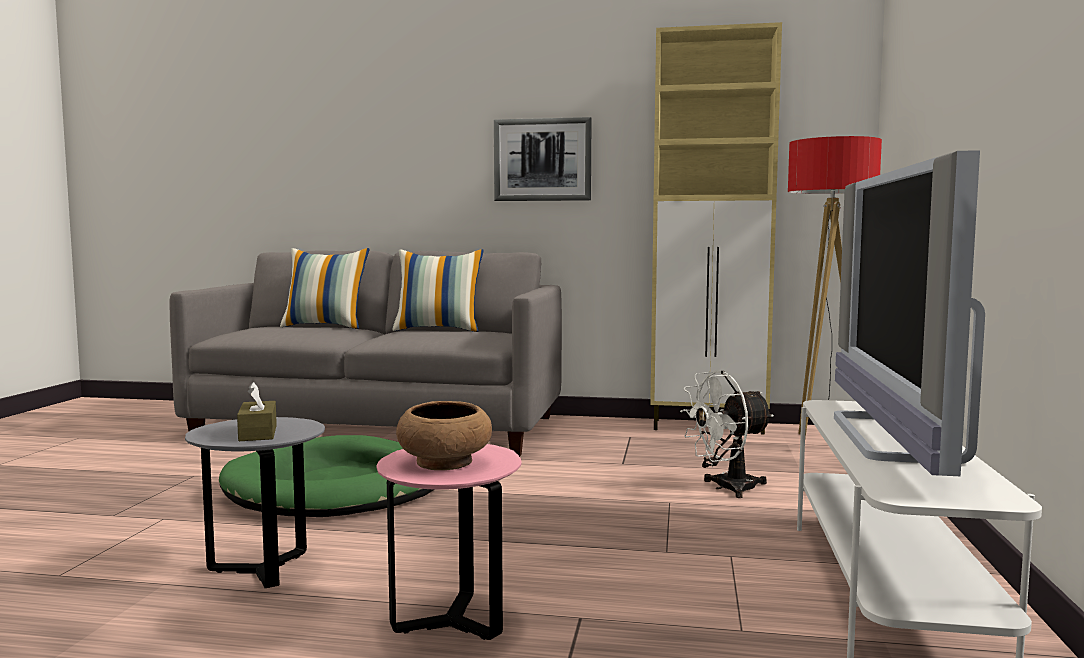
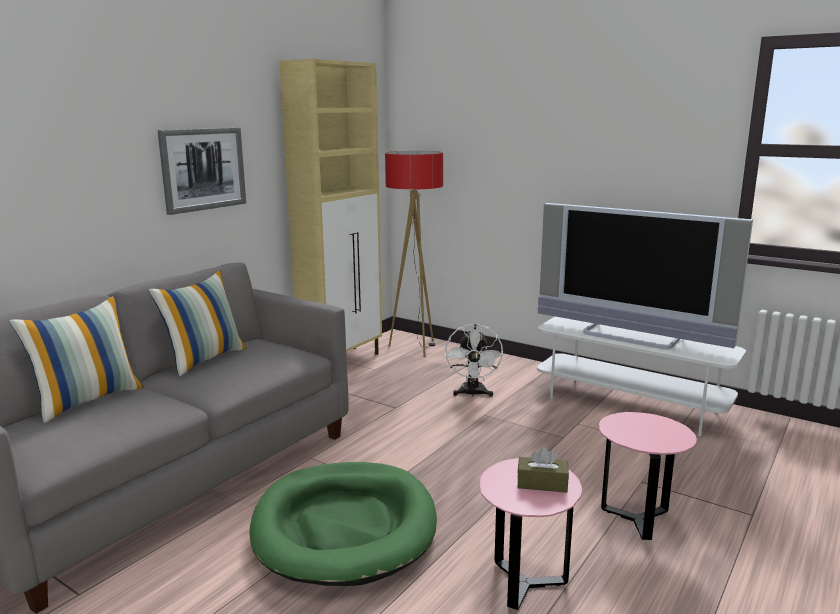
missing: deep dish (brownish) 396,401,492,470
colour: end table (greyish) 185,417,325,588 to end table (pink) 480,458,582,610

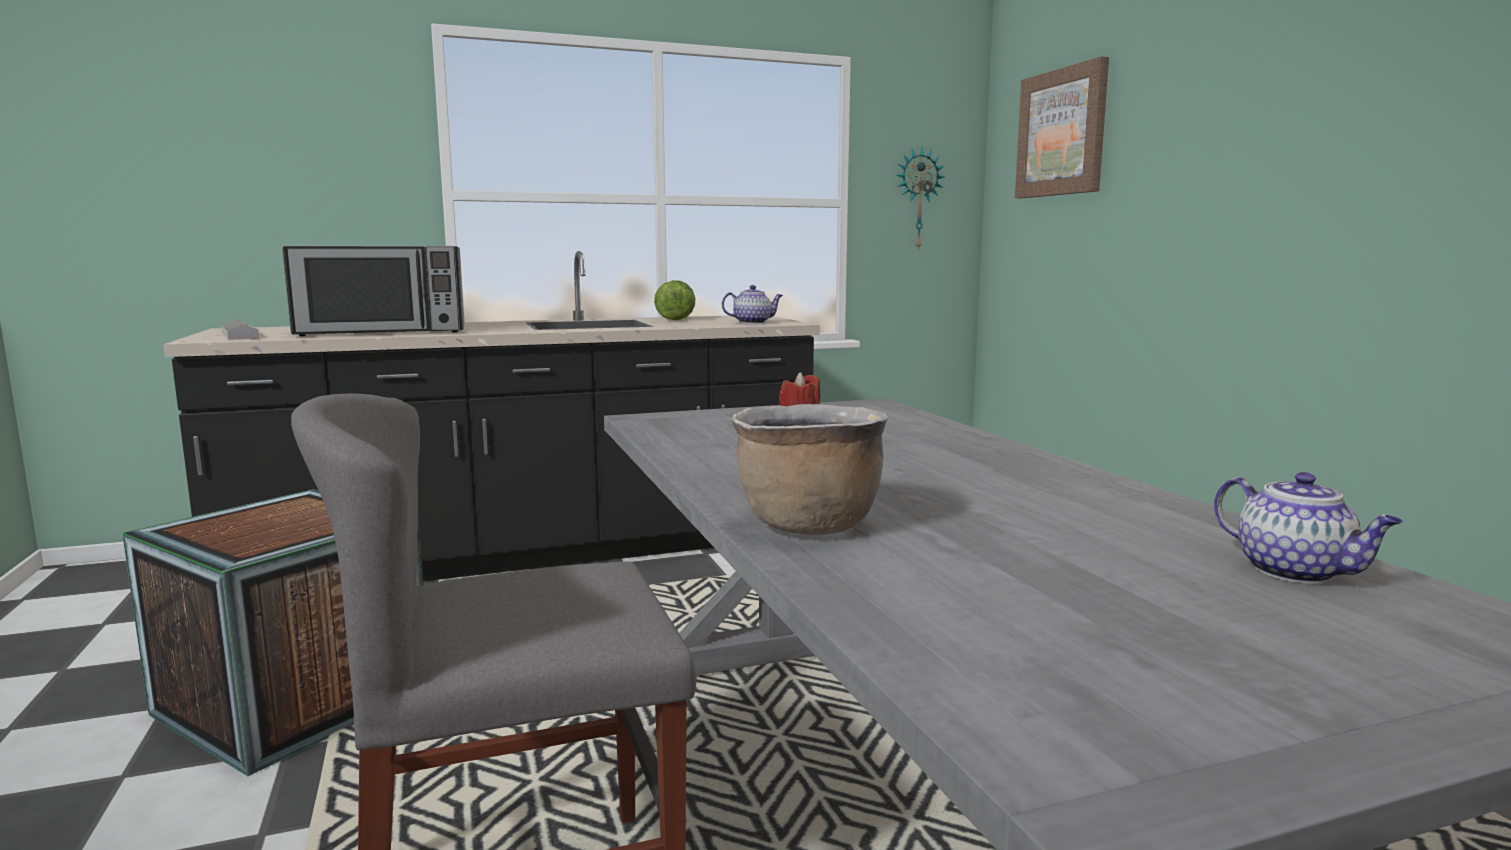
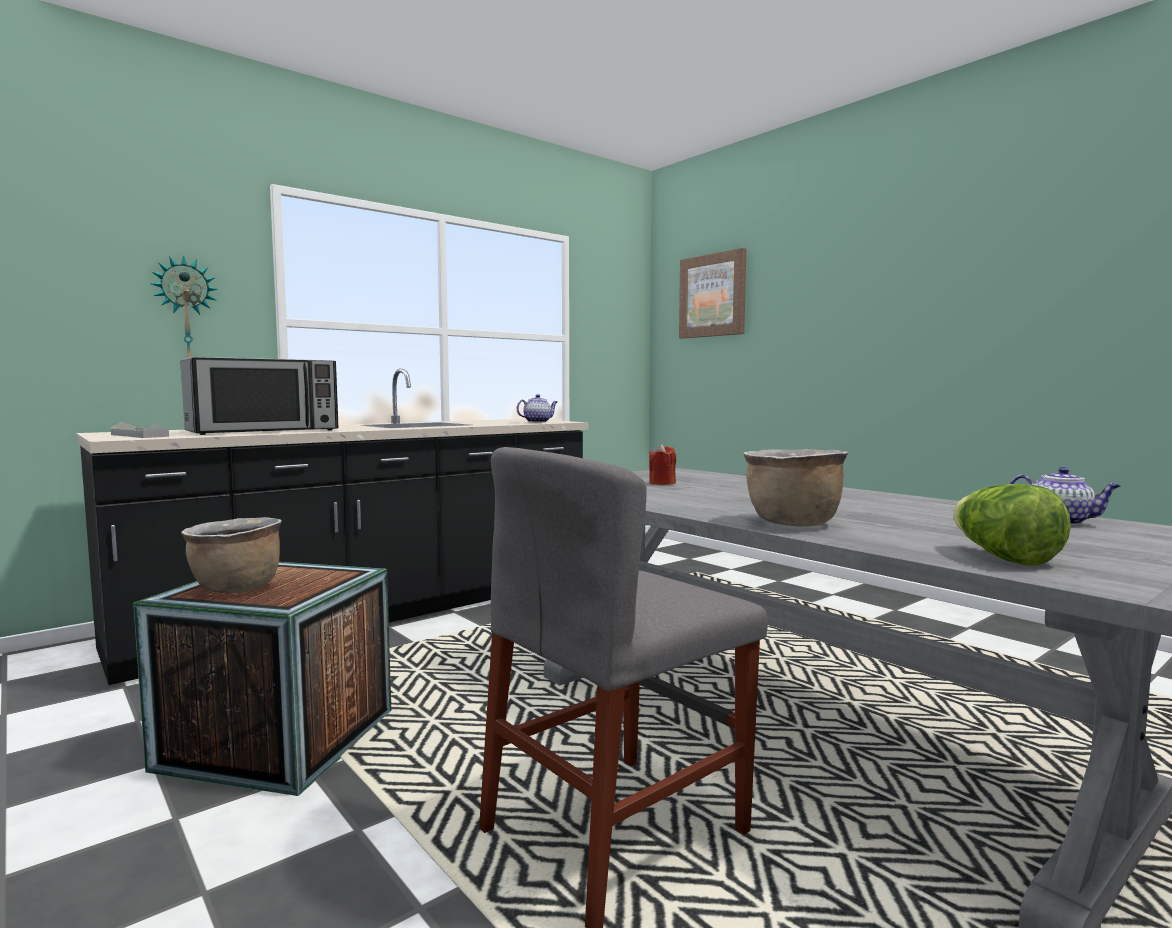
appeared: cooking pot (brownish) 181,517,282,593
relocated: wall clock 896,147,945,251 to 150,255,218,358; lettuce 654,280,695,320 to 953,484,1071,566

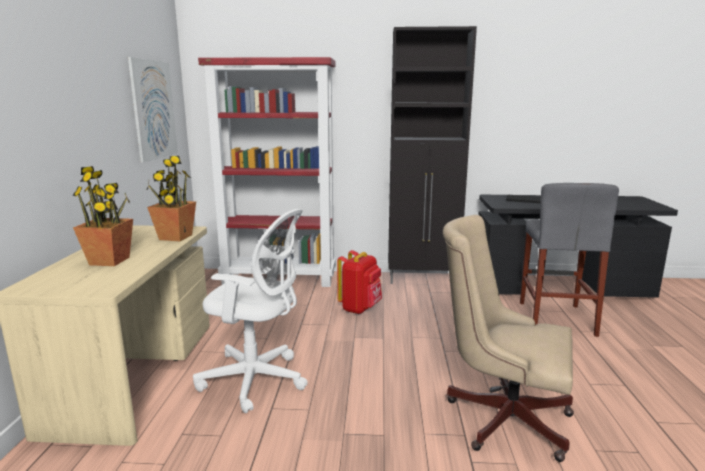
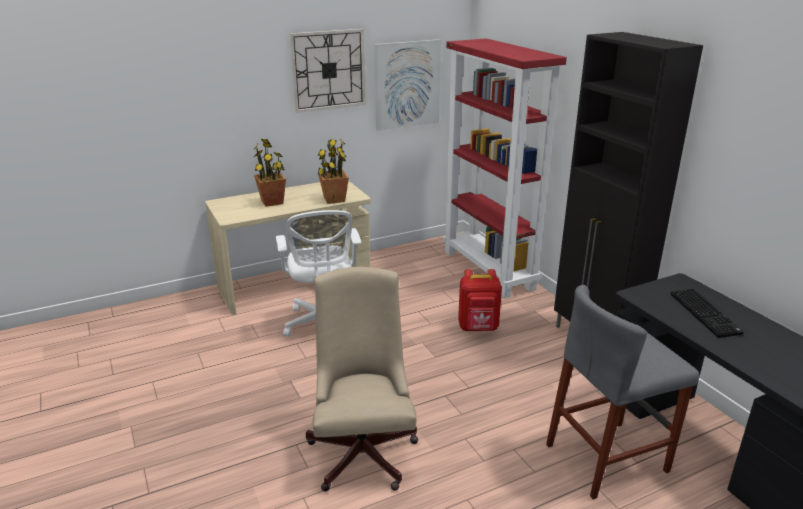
appeared: wall clock 290,29,365,113

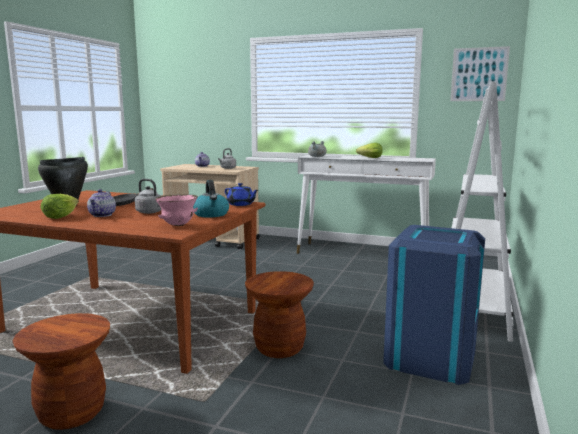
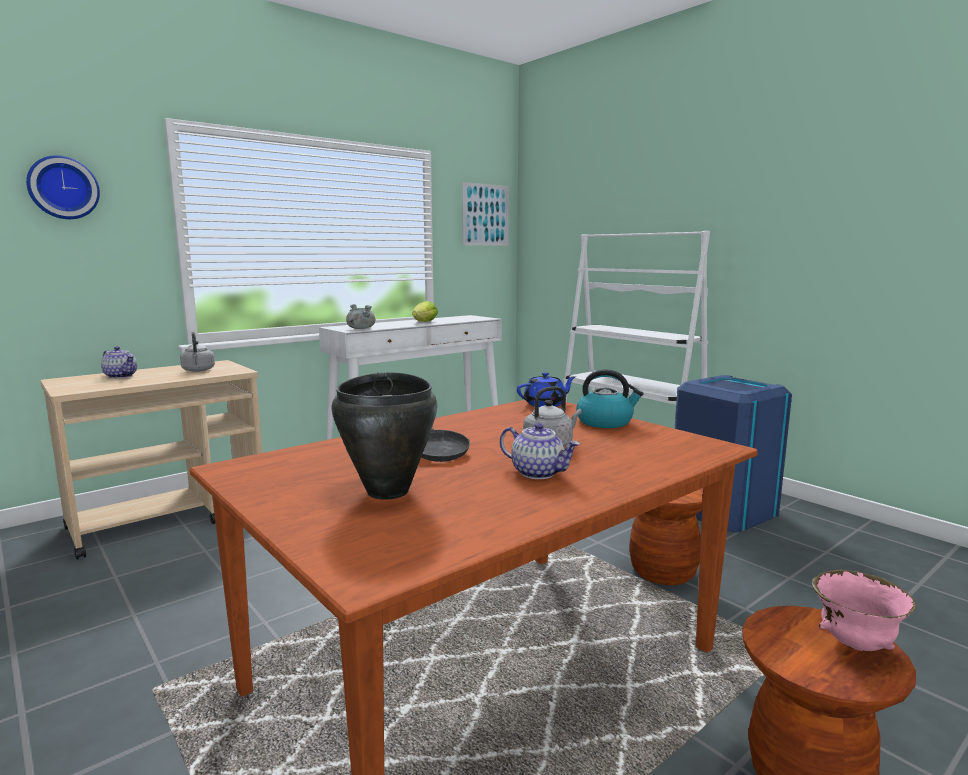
missing: lettuce 41,194,79,219
appeared: wall clock 26,155,100,219
relocated: deep dish (pink) 155,194,198,226 to 812,570,916,651

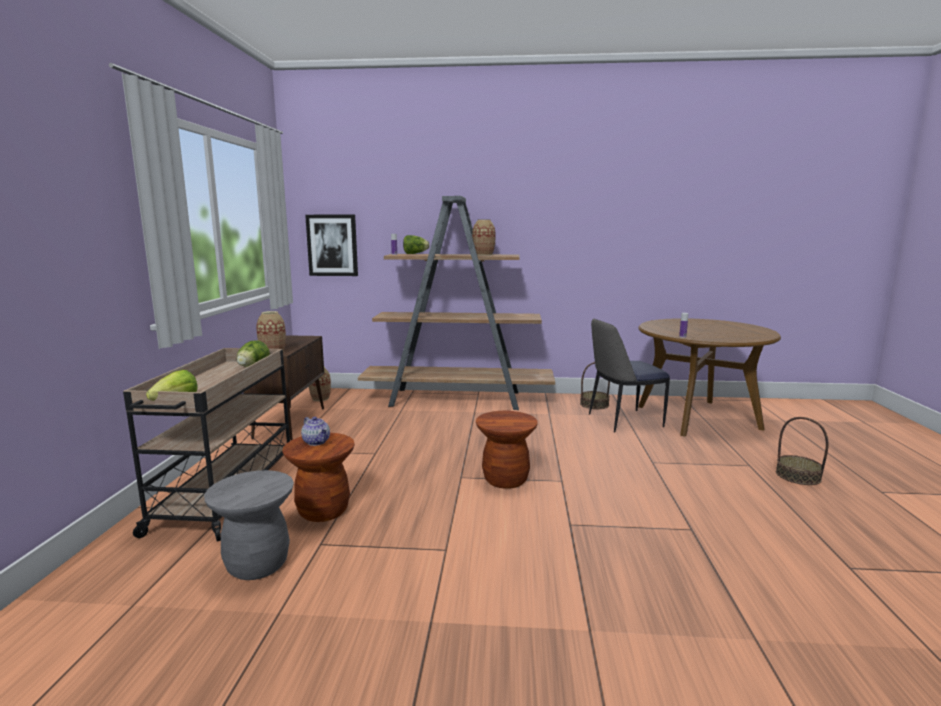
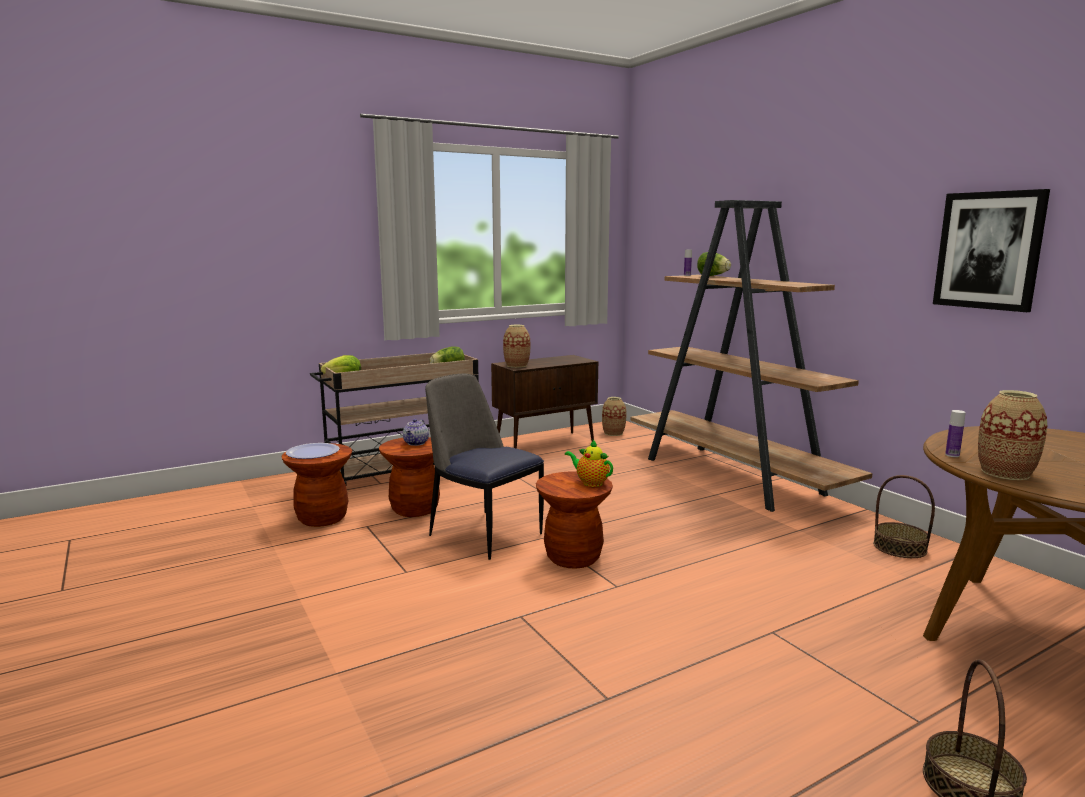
appeared: plate 286,443,340,459; pot for tea 565,440,613,487
relocated: plain chair 589,318,670,432 to 425,374,544,560; wall art 305,215,358,276 to 933,189,1050,312; vase 472,219,496,255 to 978,390,1047,480
colour: stool seat (greyish) 204,470,294,580 to stool seat (brownish) 282,443,352,527

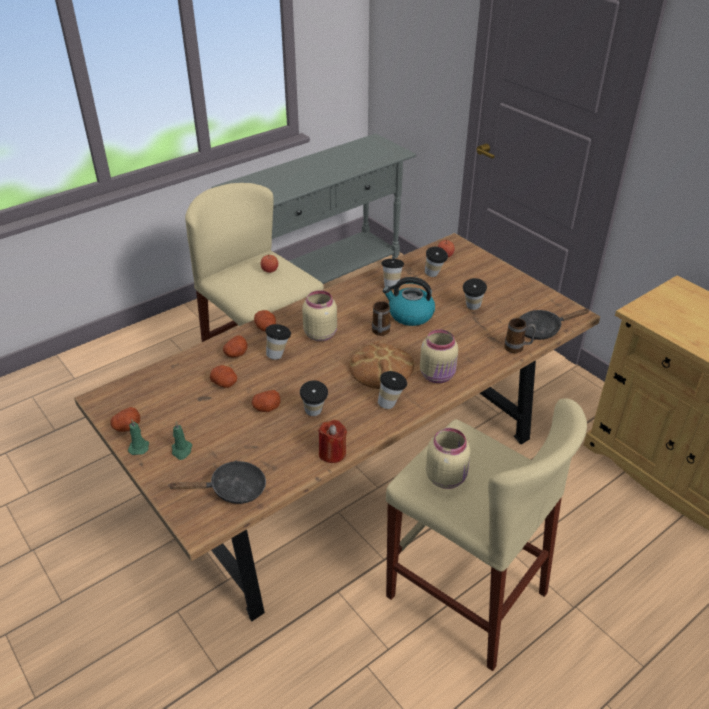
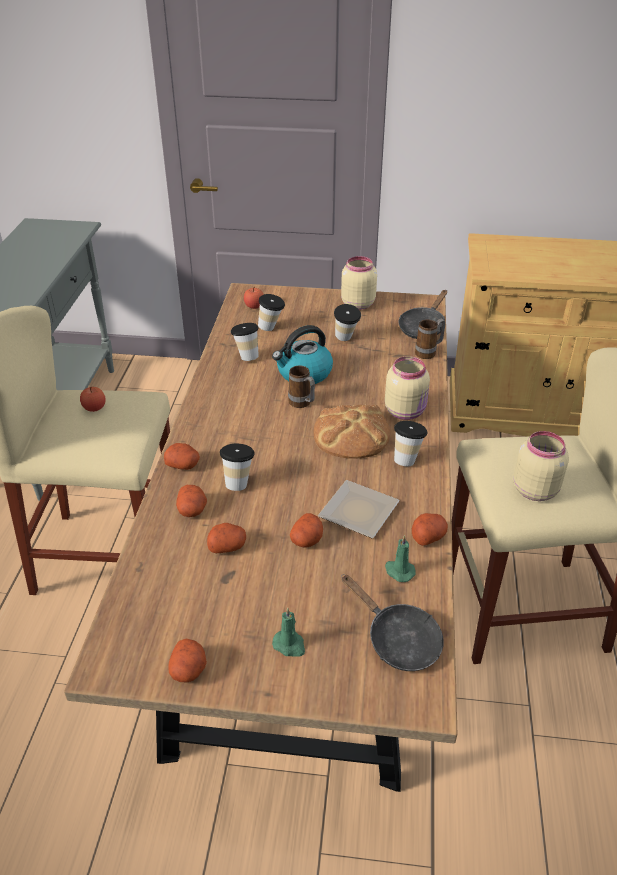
relocated: preserve jar (sand-coloured) 302,290,337,341 to 341,256,377,310; wax light (greenish) 128,420,149,455 to 385,535,416,582
exchanged: small cup 300,380,328,416 to plate 318,480,400,538; wax light (red) 318,420,347,463 to potato 412,513,448,546
spun: skillet (black-coloured) 168,461,266,504 = 341,574,444,671 105 degrees clockwise

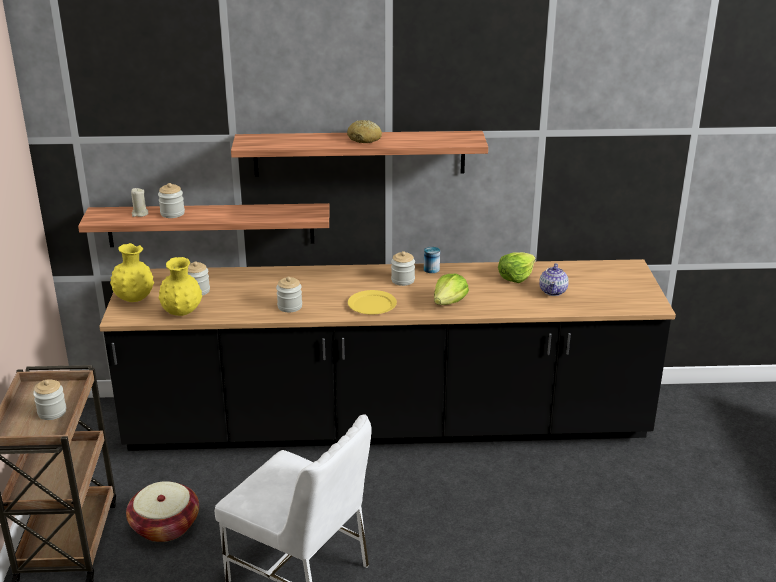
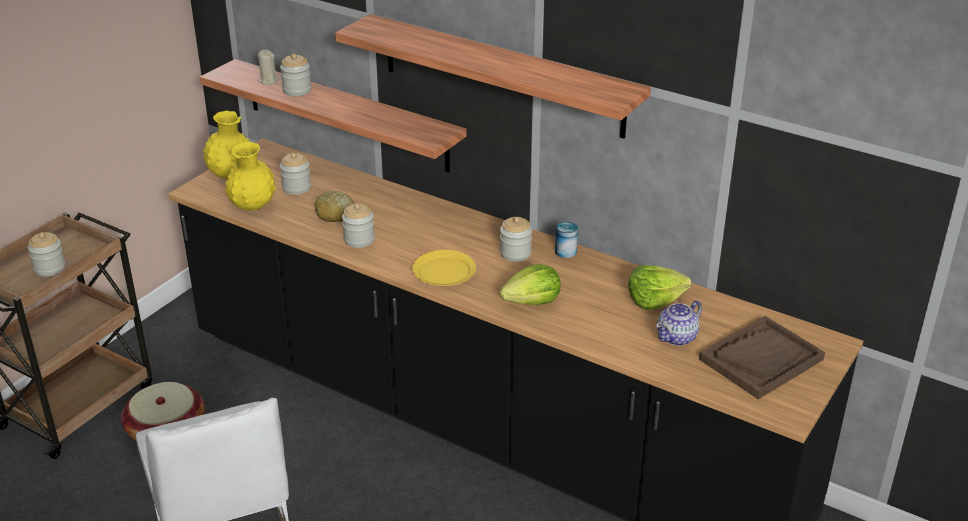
appeared: carrying tray (brownish) 699,316,825,399
relocated: bakery bread 347,120,382,143 to 315,191,354,222

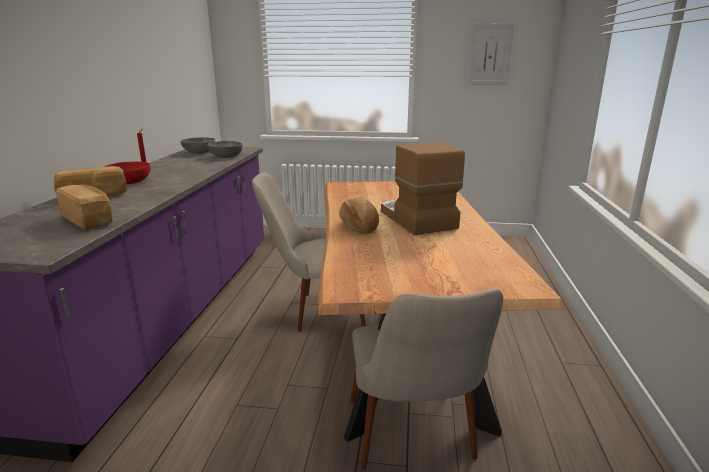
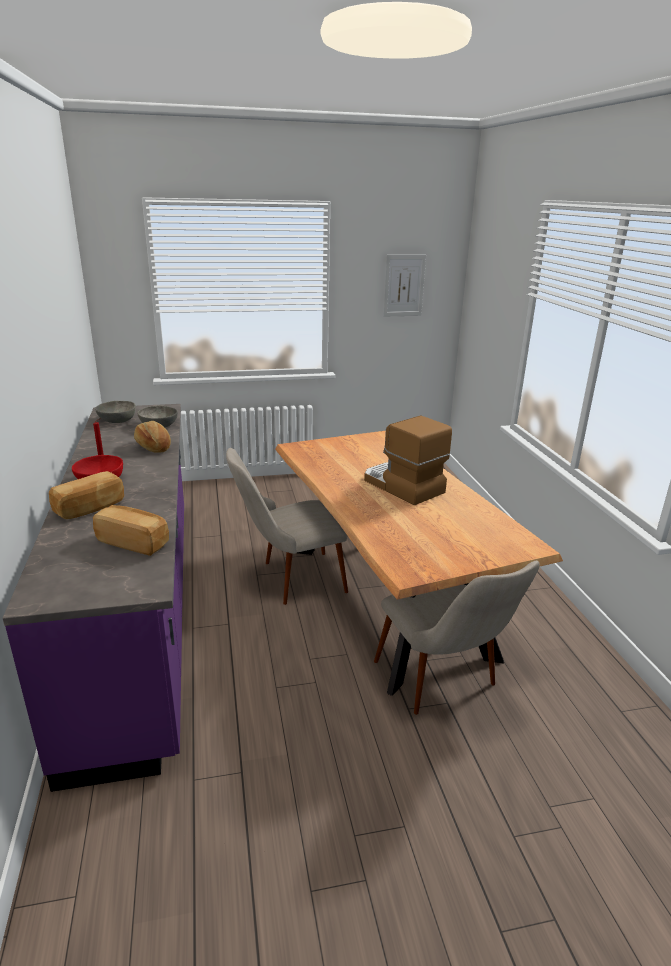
relocated: bakery bread 339,197,379,234 to 134,421,171,453

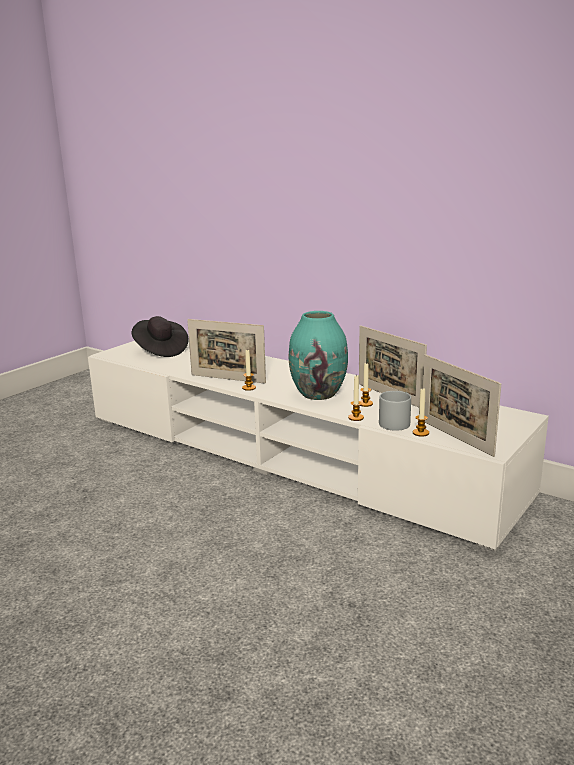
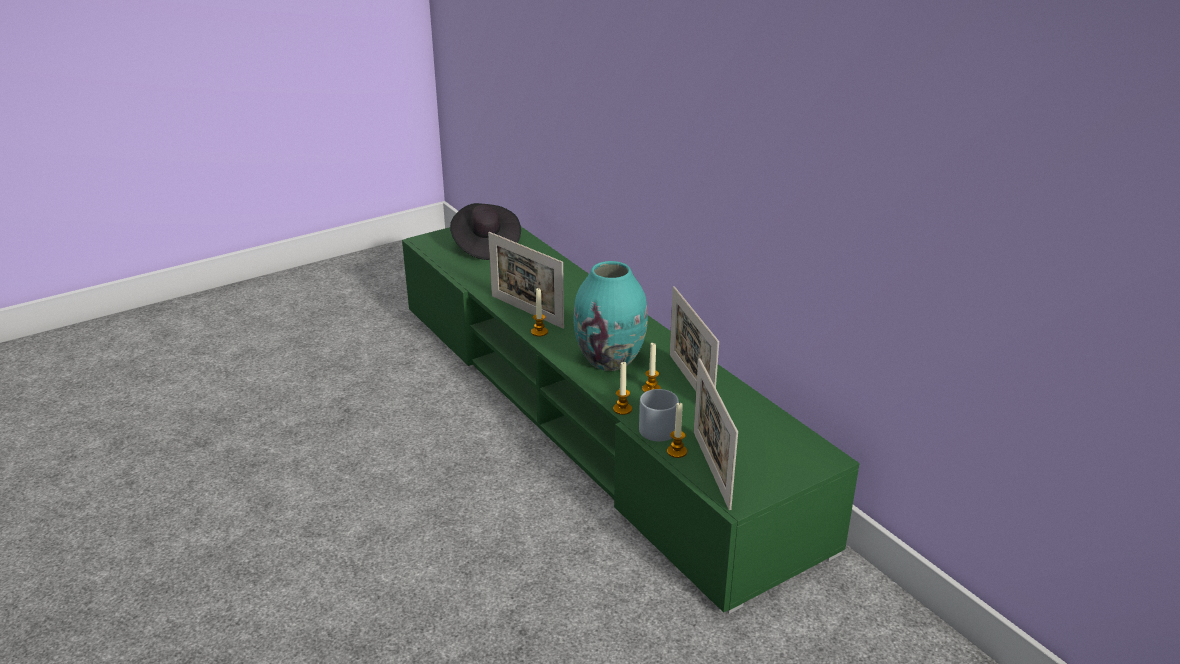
colour: tv stand (whitish) 88,340,549,551 to tv stand (greenish) 402,227,860,614

